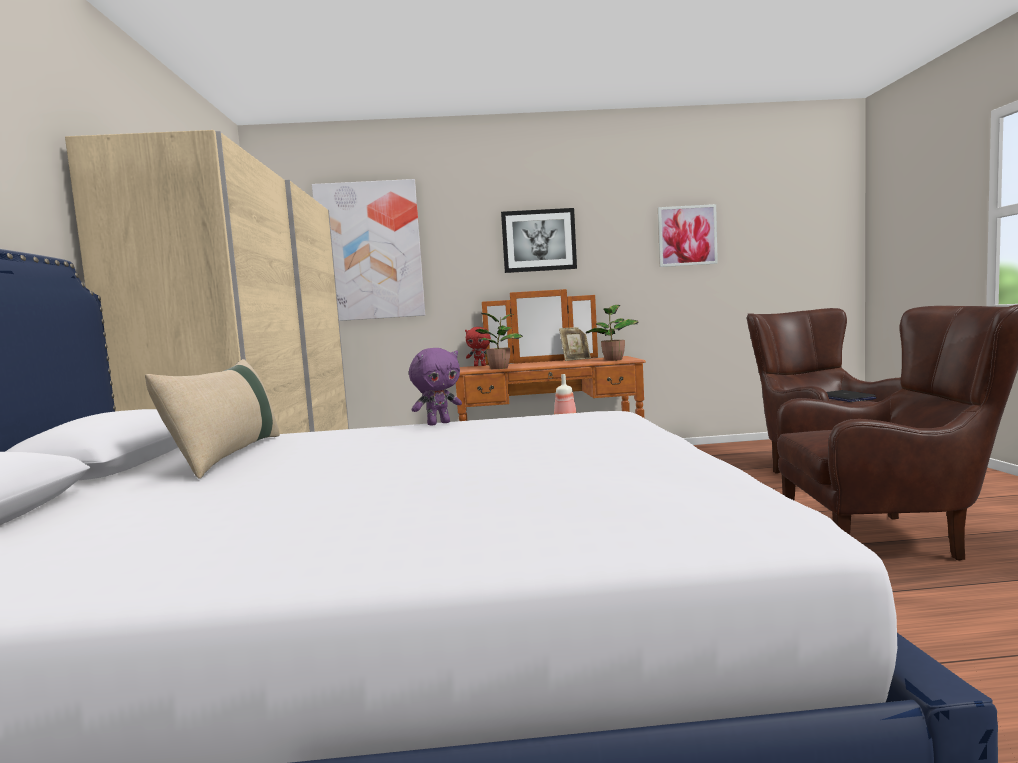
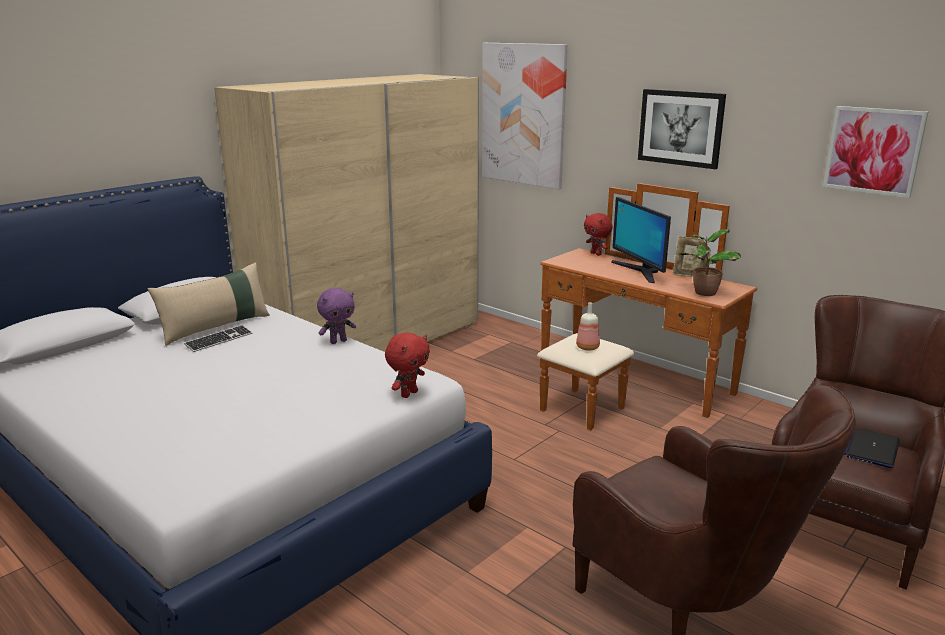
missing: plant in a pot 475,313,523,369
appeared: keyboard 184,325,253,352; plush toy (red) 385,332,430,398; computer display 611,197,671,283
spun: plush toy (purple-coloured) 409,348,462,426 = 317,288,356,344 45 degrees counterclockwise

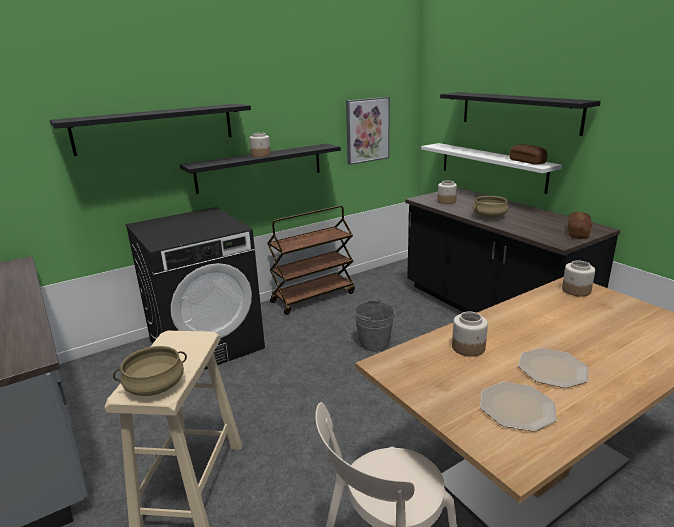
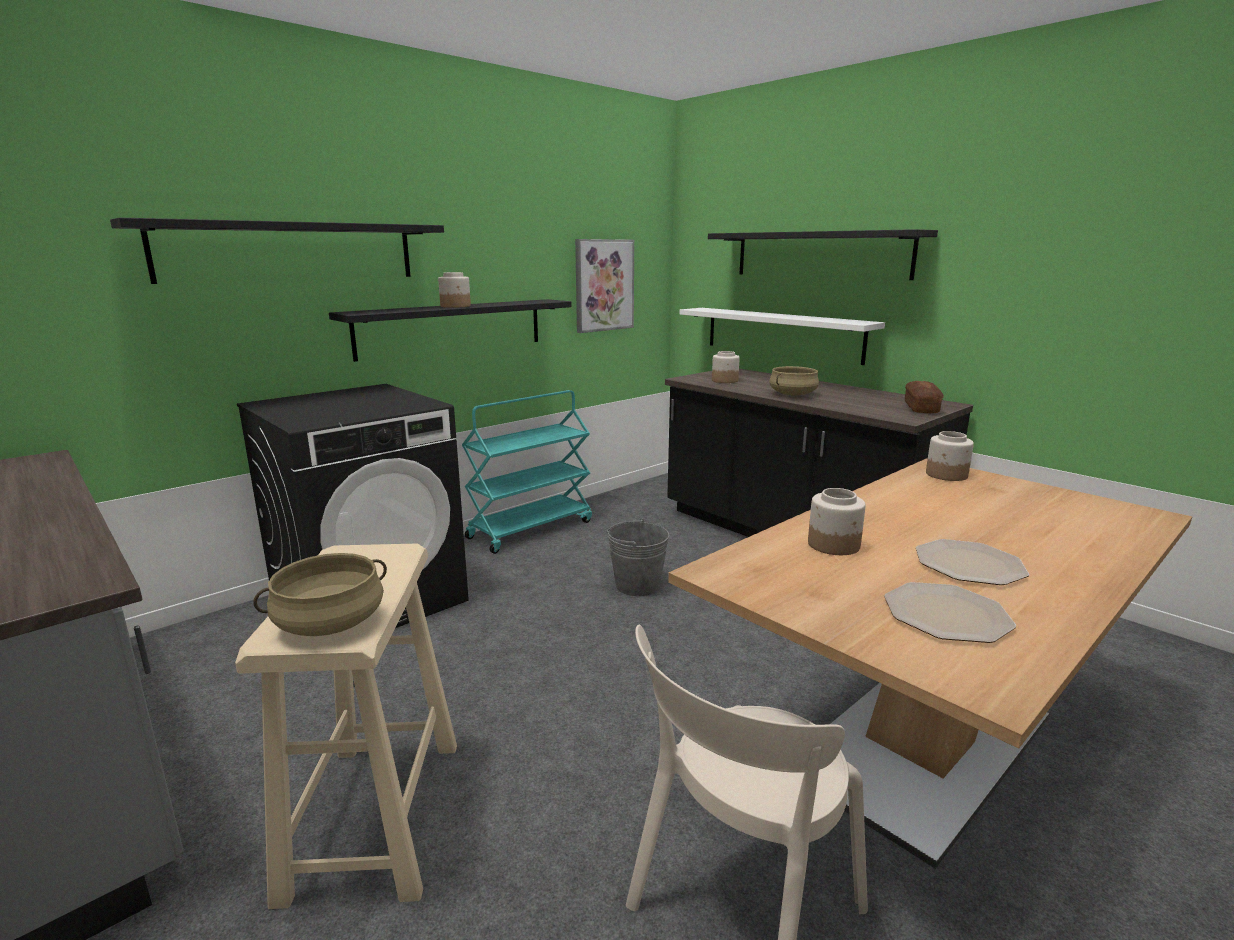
missing: bakery bread 510,145,548,165
colour: cart (brownish) 267,206,355,315 to cart (turquoise) 462,390,592,554

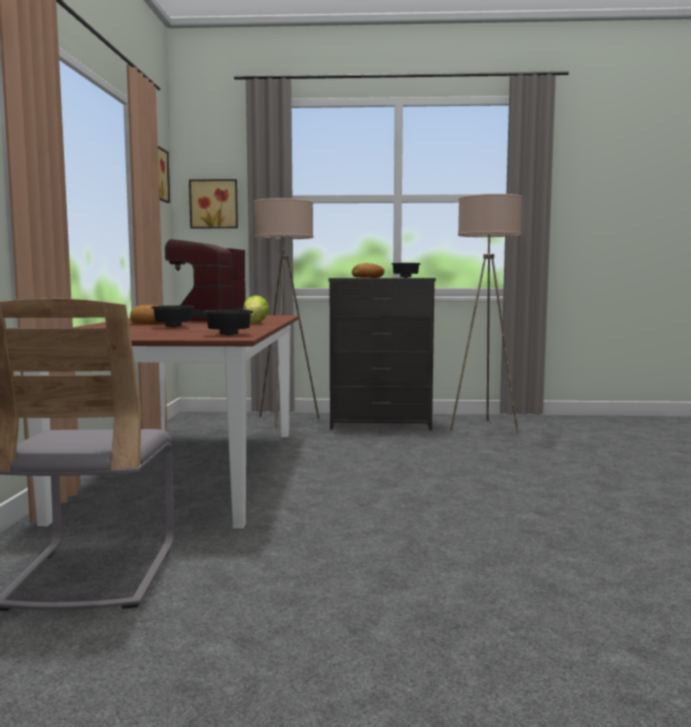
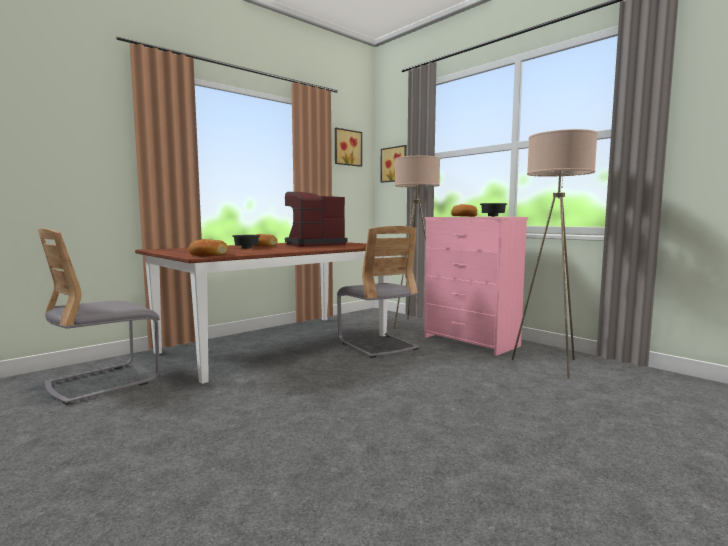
missing: lettuce 244,295,269,323
appeared: plain chair (greyish) 337,226,419,358
exchanged: deep dish (black-coloured) 204,310,254,335 to bakery bread 188,239,228,256
colour: chest of drawers (black-coloured) 328,278,436,431 to chest of drawers (pink) 424,217,528,356

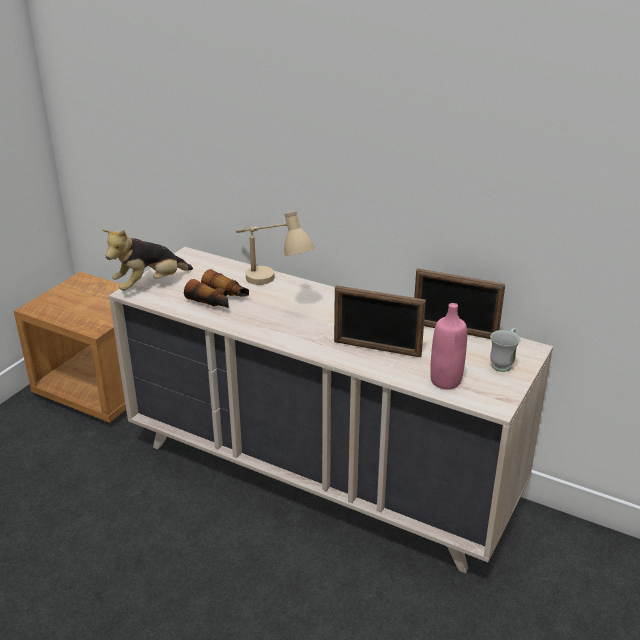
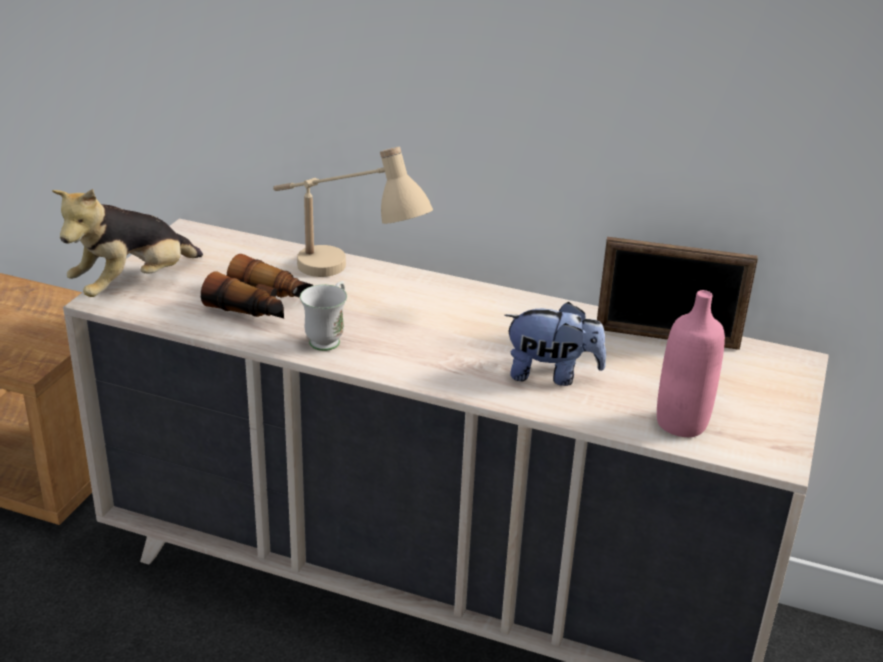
relocated: tea mug (whitish) 490,328,521,372 to 300,281,347,351
exchanged: photo frame 334,285,426,357 to plush toy 504,302,606,386

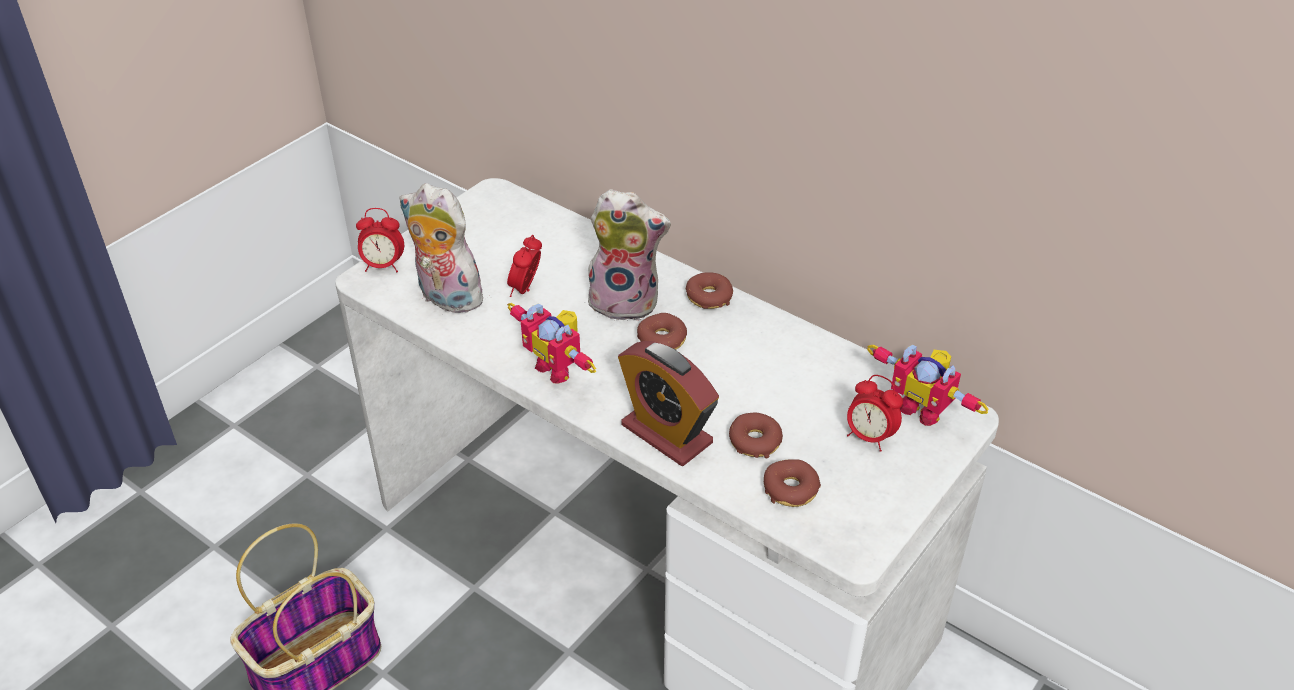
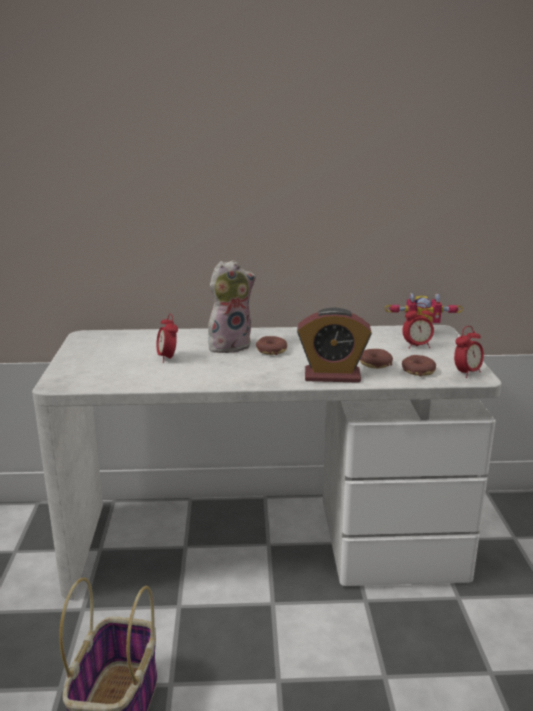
missing: plush toy 400,183,489,313; toy robot 507,303,596,384; doughnut 686,272,733,309
relocated: alarm clock 356,208,404,272 to 454,326,484,378

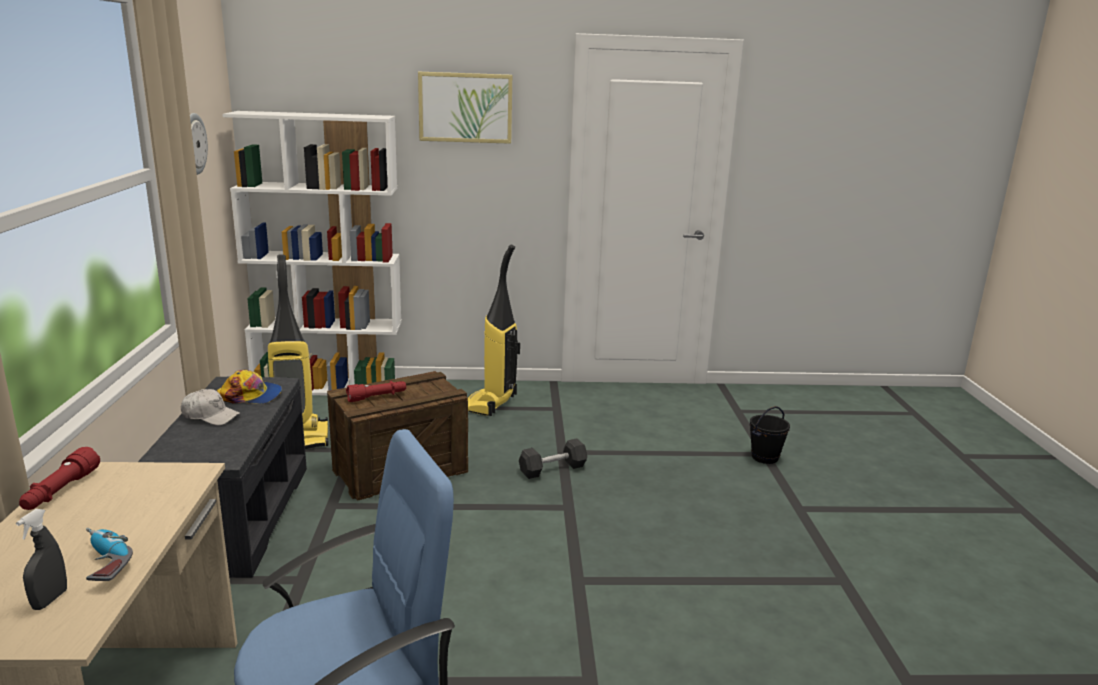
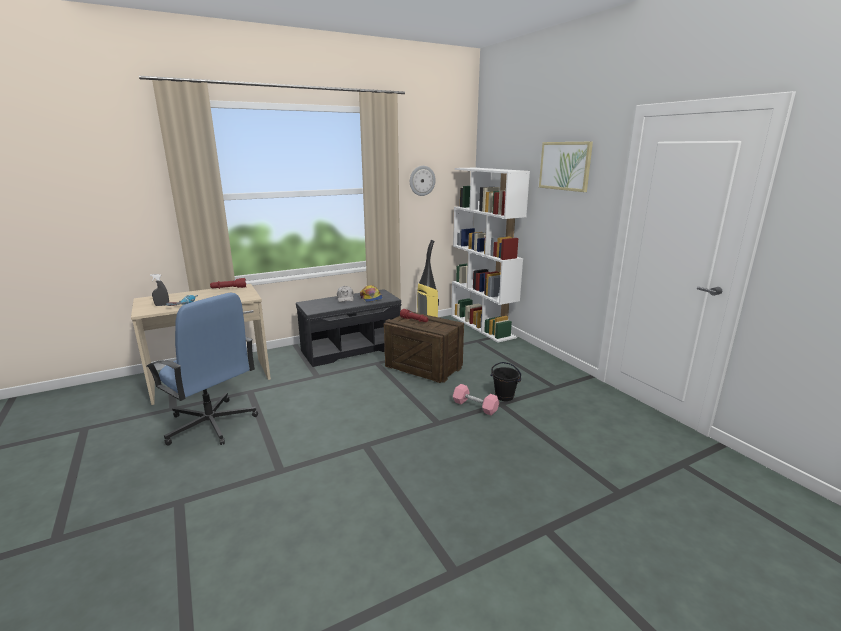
missing: vacuum 468,245,520,416
relocated: bucket (black-coloured) 750,406,790,464 to 491,362,522,401
colour: hand weight (greyish) 519,438,587,479 to hand weight (pink) 453,384,499,415

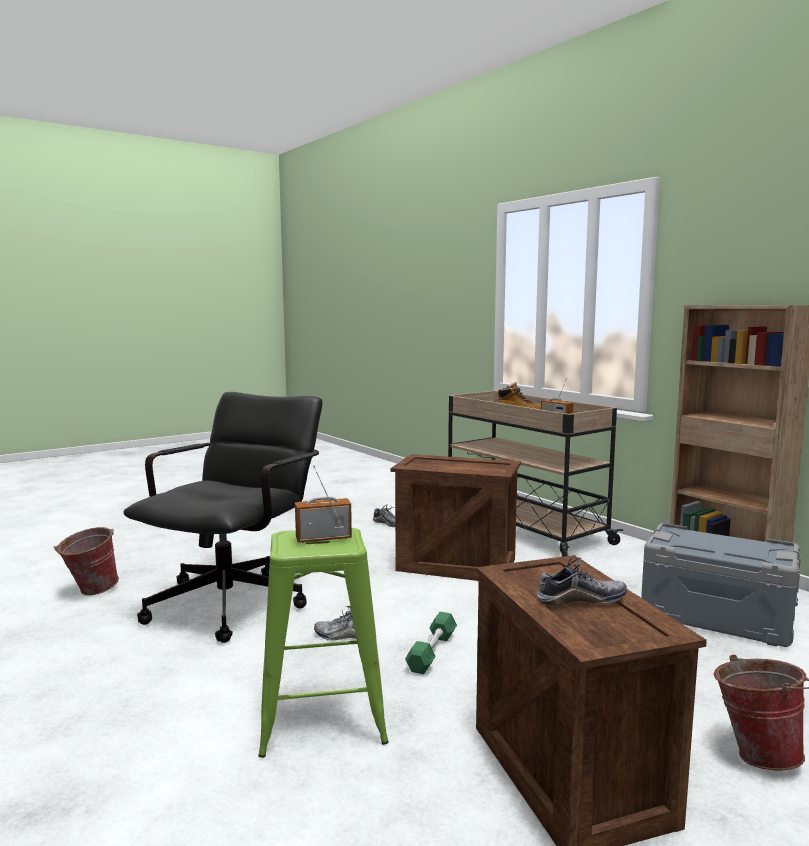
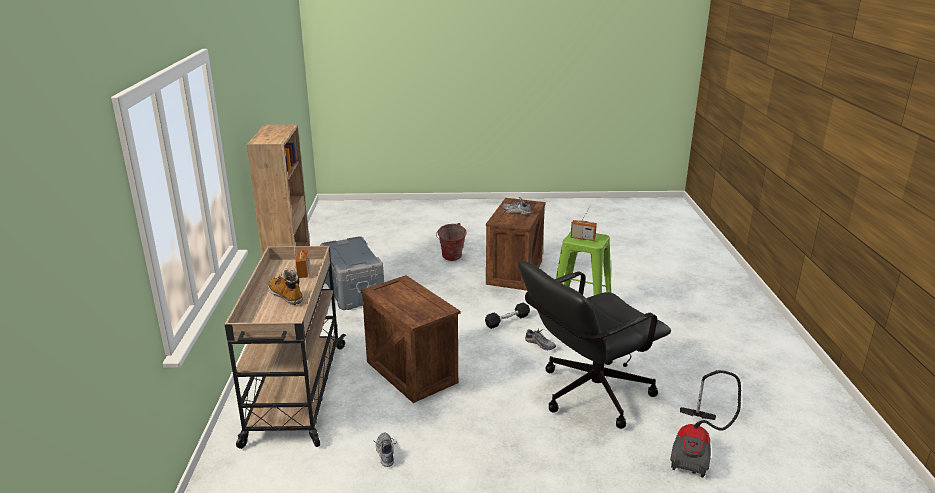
exchanged: bucket 54,527,119,595 to vacuum 670,370,741,478
colour: hand weight (greenish) 405,612,457,674 to hand weight (black-coloured) 485,302,530,329

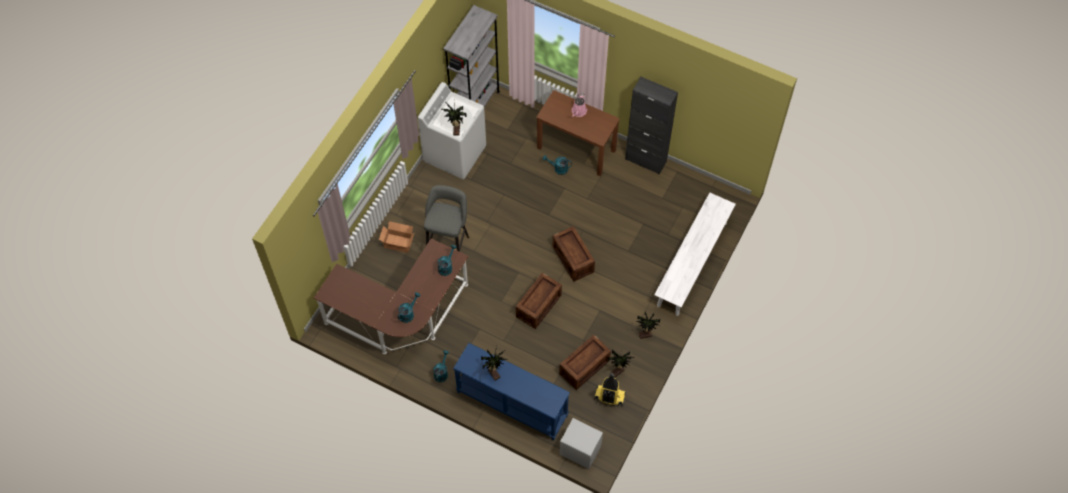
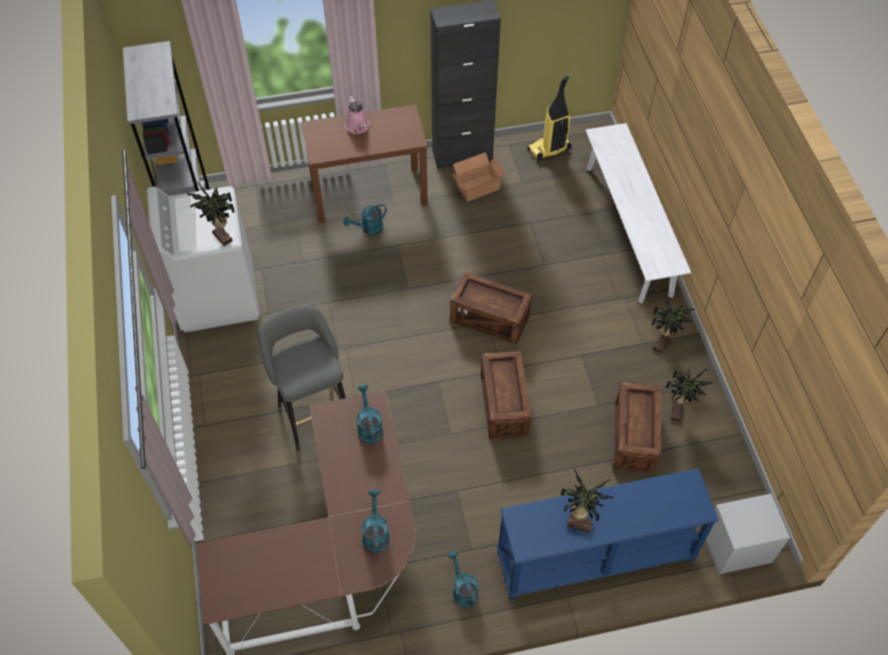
relocated: cardboard box 379,221,414,253 to 451,152,505,202; vacuum 594,373,626,407 to 527,76,572,161

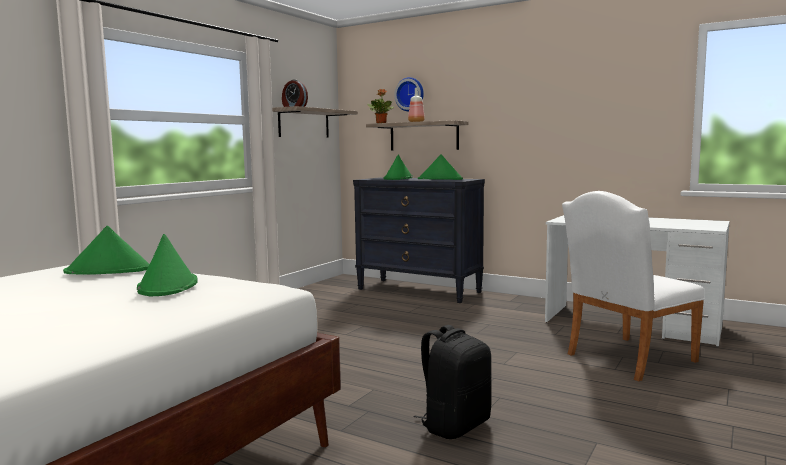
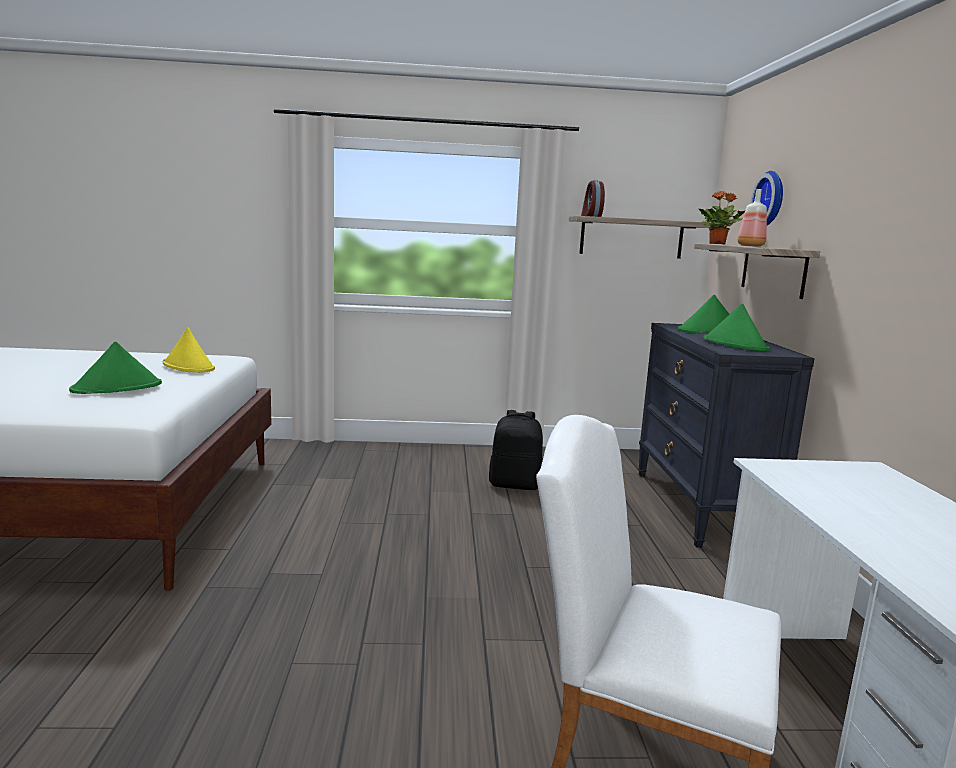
relocated: knapsack (black-coloured) 414,325,491,439 to 489,410,543,490
colour: clothing hat (greenish) 63,226,150,275 to clothing hat (yellow-coloured) 163,327,215,373

